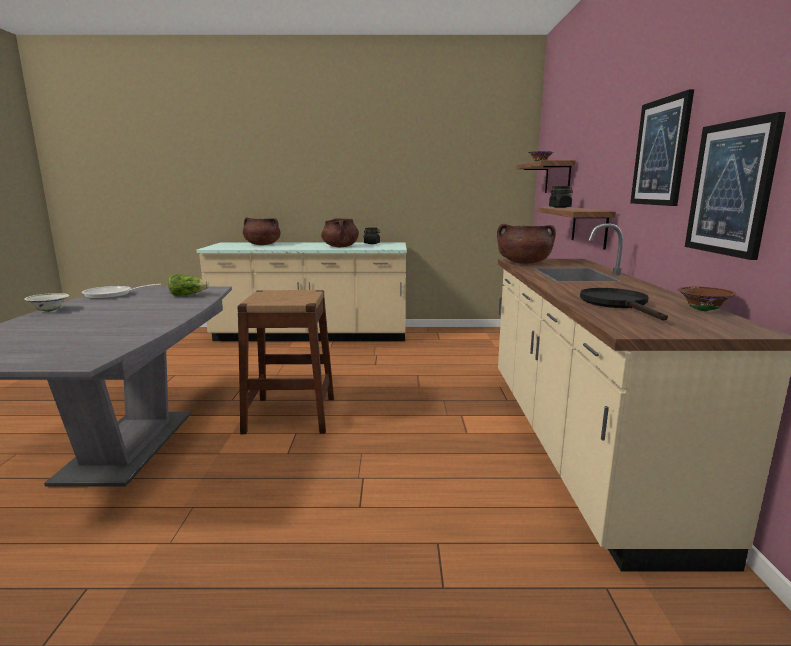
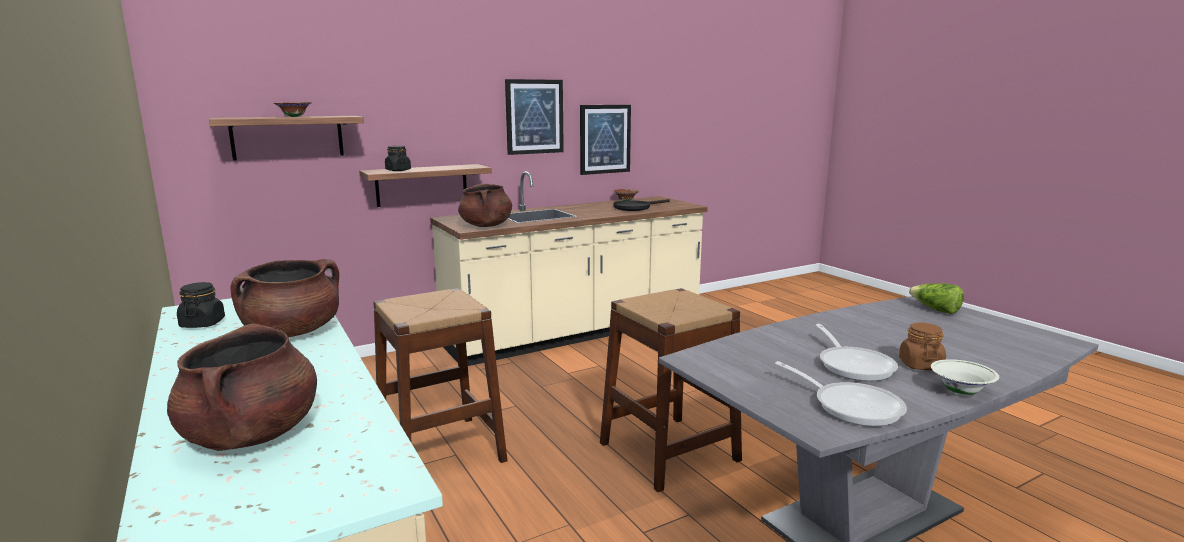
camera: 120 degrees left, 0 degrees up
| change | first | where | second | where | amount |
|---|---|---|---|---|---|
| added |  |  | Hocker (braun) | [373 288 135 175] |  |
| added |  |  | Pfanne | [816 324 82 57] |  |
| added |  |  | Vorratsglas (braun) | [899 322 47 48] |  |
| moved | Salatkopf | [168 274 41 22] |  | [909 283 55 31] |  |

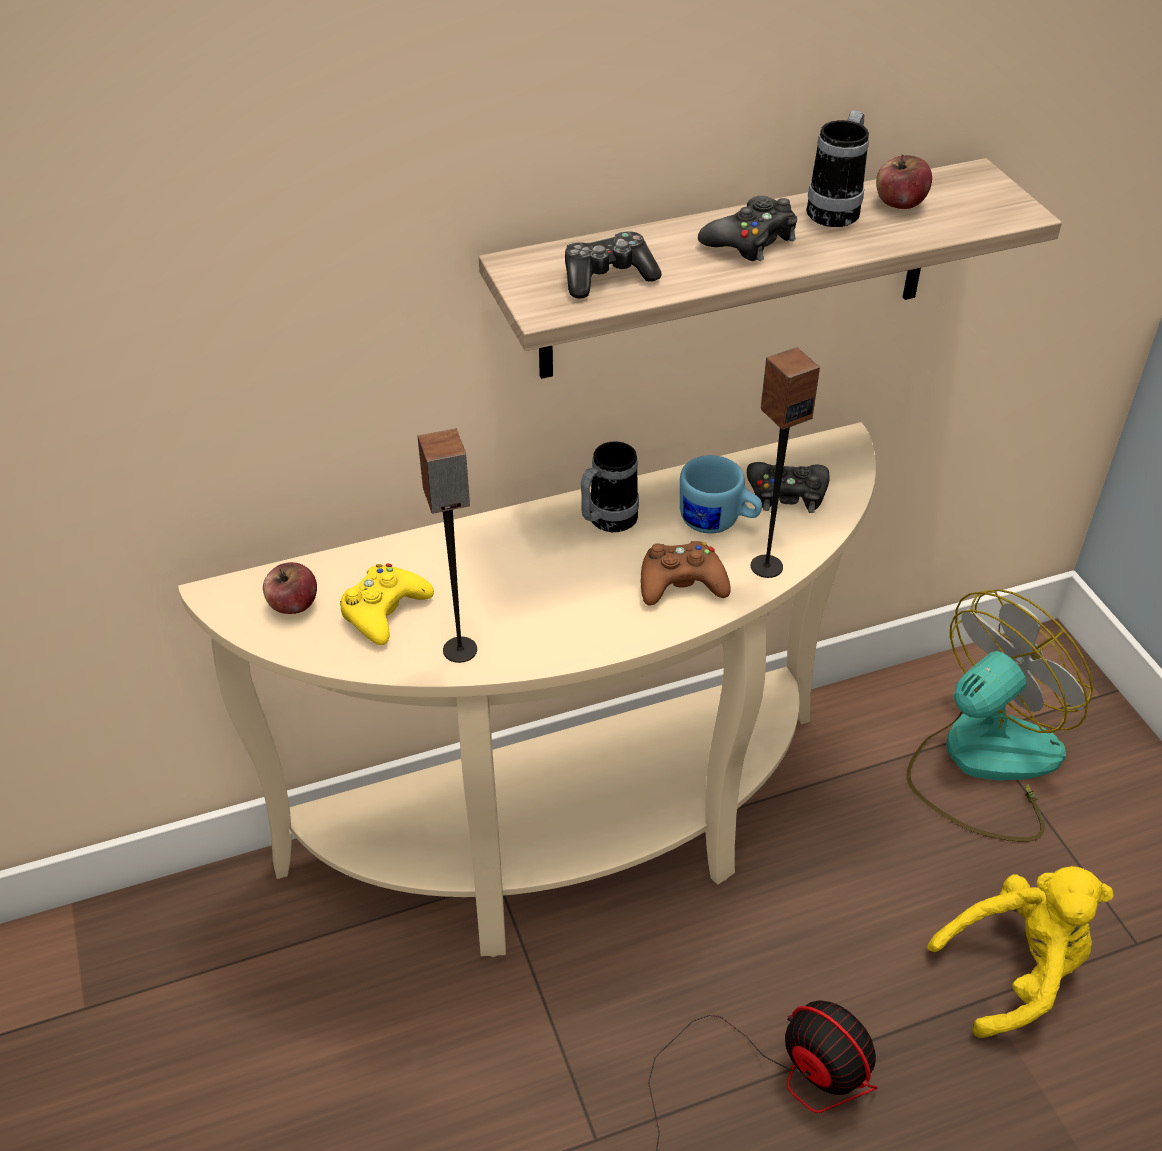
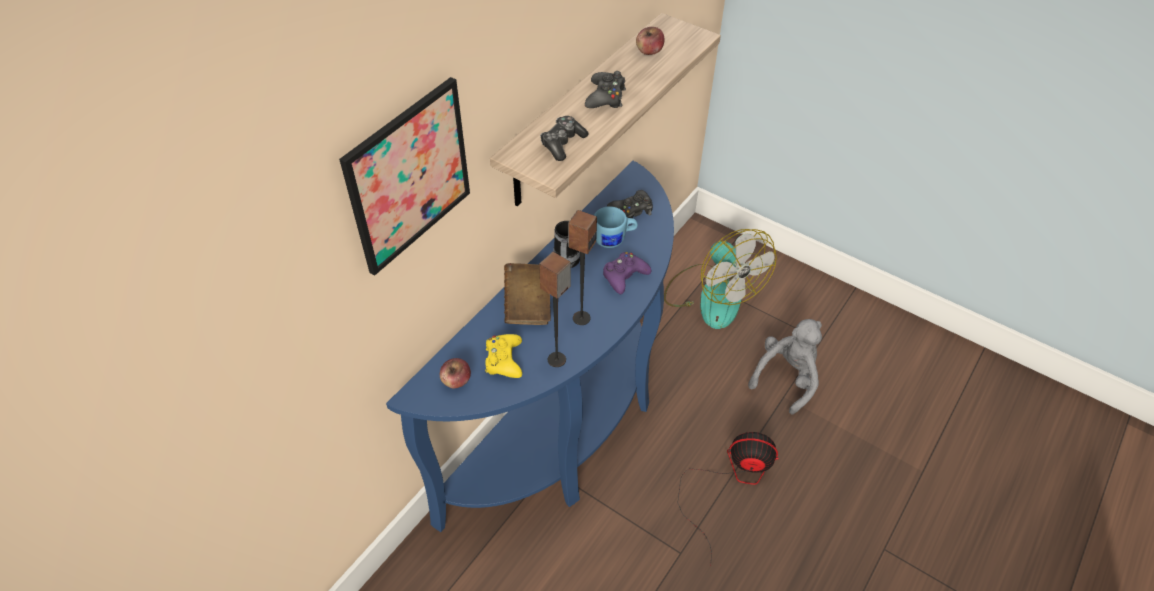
camera: 35 degrees left, 5 degrees up
| change | first | where | second | where | amount |
|---|---|---|---|---|---|
| removed | Henkelbecher | [806 110 63 117] |  |  |  |
| added |  |  | Bild | [339 77 131 199] |  |
| added |  |  | Buch (braun) | [504 263 47 62] |  |
| moved | Lautsprecher | [751 347 69 231] |  | [568 210 29 115] |  |
| recoloured | Konsolentisch (beige) | [178 422 698 535] | Konsolentisch (blau) | [386 161 288 371] |  |
| recoloured | Gamepad (braun) | [641 541 90 65] | Gamepad (lila) | [603 252 48 42] |  |
| recoloured | Plüschtier (gelb) | [927 866 187 172] | Plüschtier (grau) | [748 319 74 95] |  |
| turned | Ventilator | [906 589 187 253] |  | [664 229 113 100] | 135 degrees clockwise |

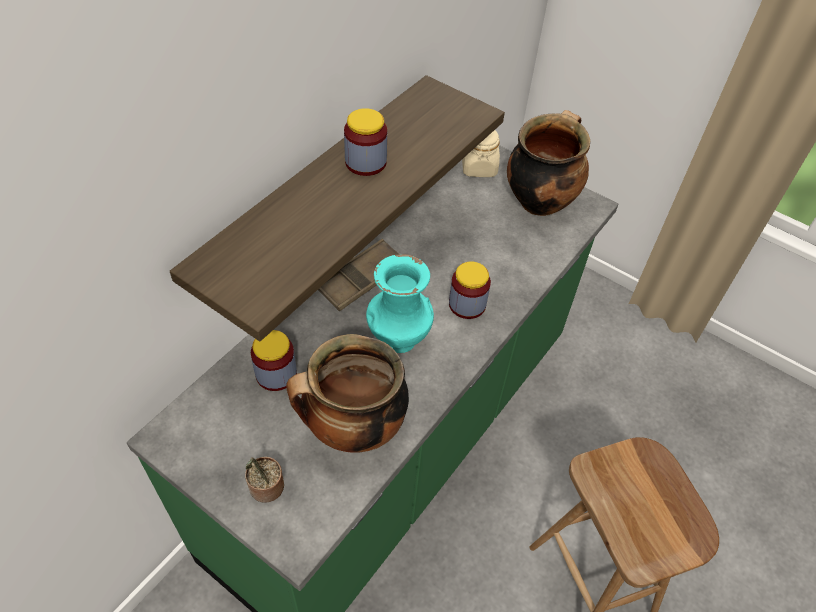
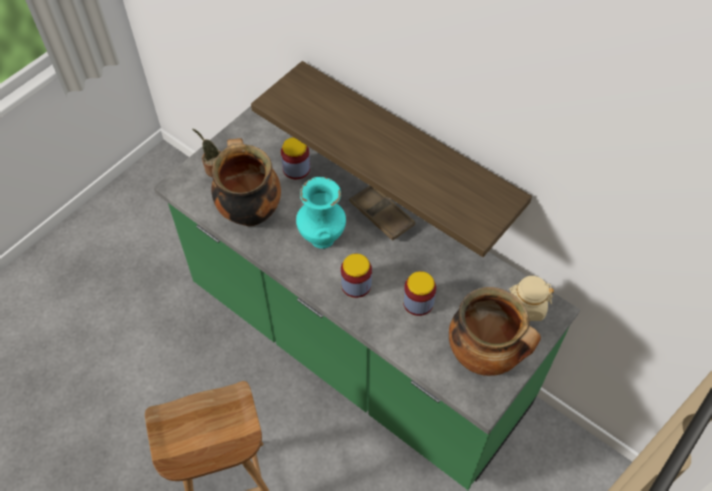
camera: 95 degrees right, 5 degrees up
| change | first | where | second | where | amount |
|---|---|---|---|---|---|
| moved | Vorratsglas | [344 108 43 68] |  | [403 271 33 45] |  |

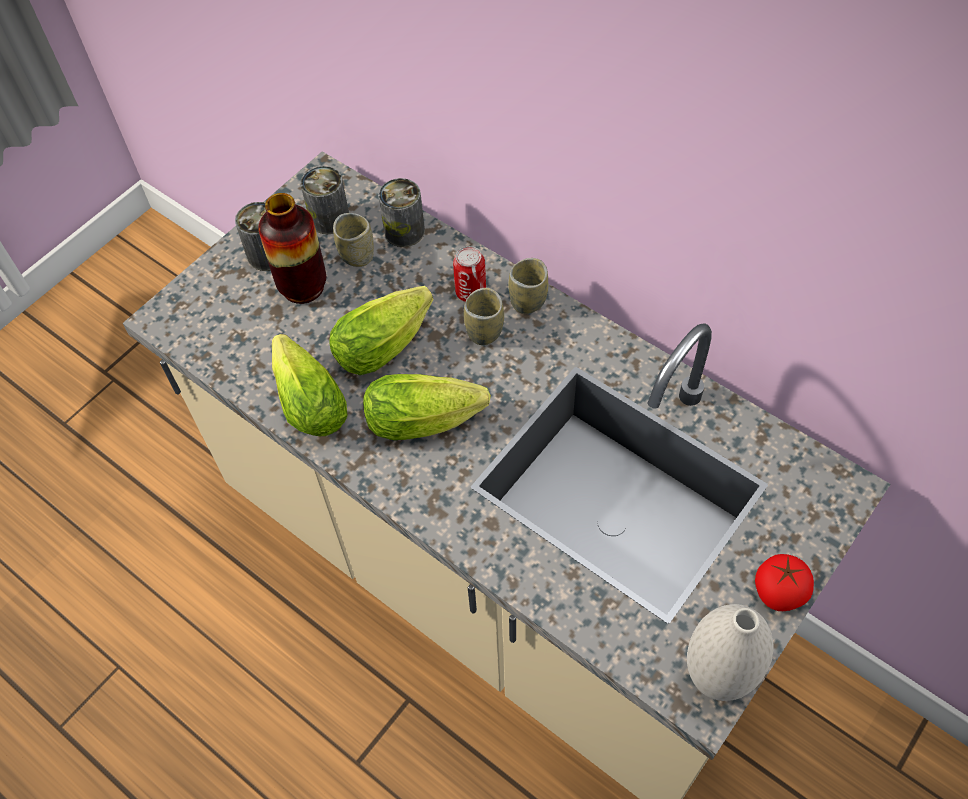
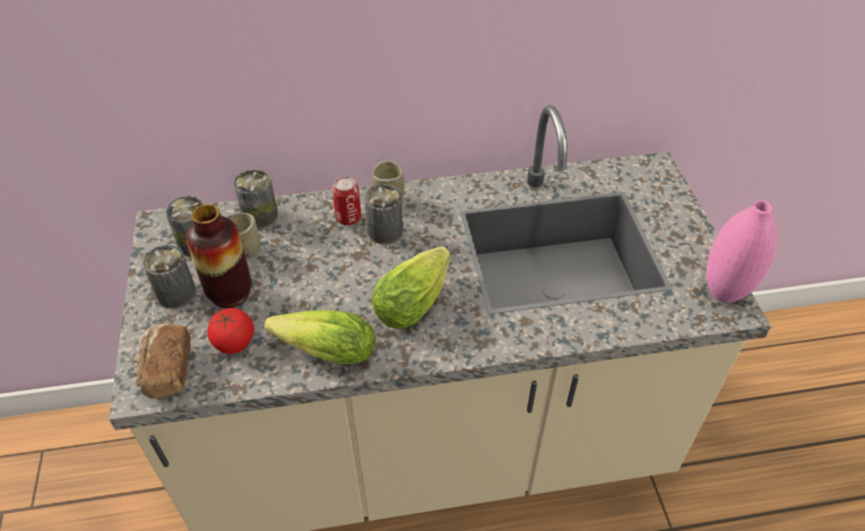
camera: 50 degrees left, 10 degrees down
| change | first | where | second | where | amount |
|---|---|---|---|---|---|
| removed | Salatkopf | [329 286 104 89] |  |  |  |
| added |  |  | Brot | [133 324 58 75] |  |
| moved | Tomate | [755 554 59 57] |  | [207 308 47 46] |  |
| replaced | Tasse | [464 288 40 57] | Dose | [364 184 39 61] |  |
| recoloured | Vase (weiß) | [687 604 86 97] | Vase (rosa) | [706 200 71 103] |  |

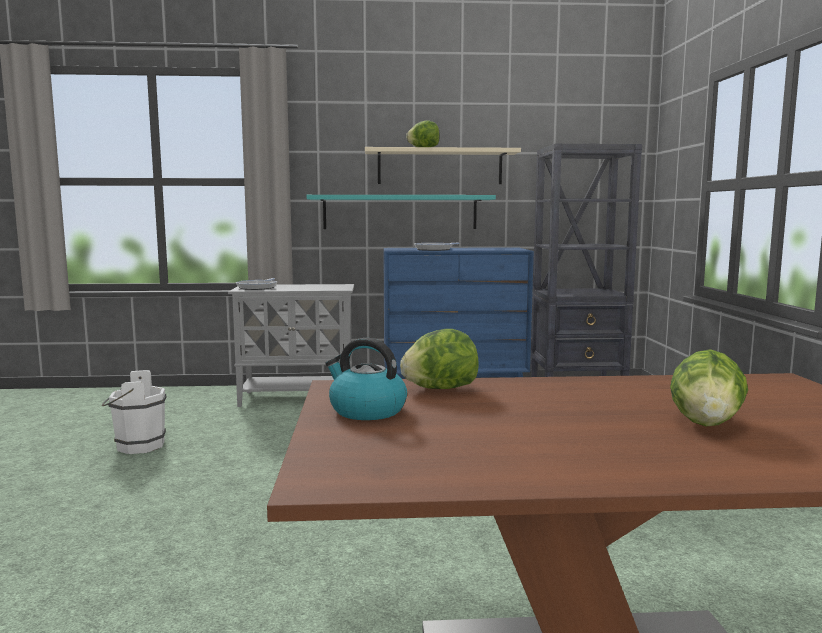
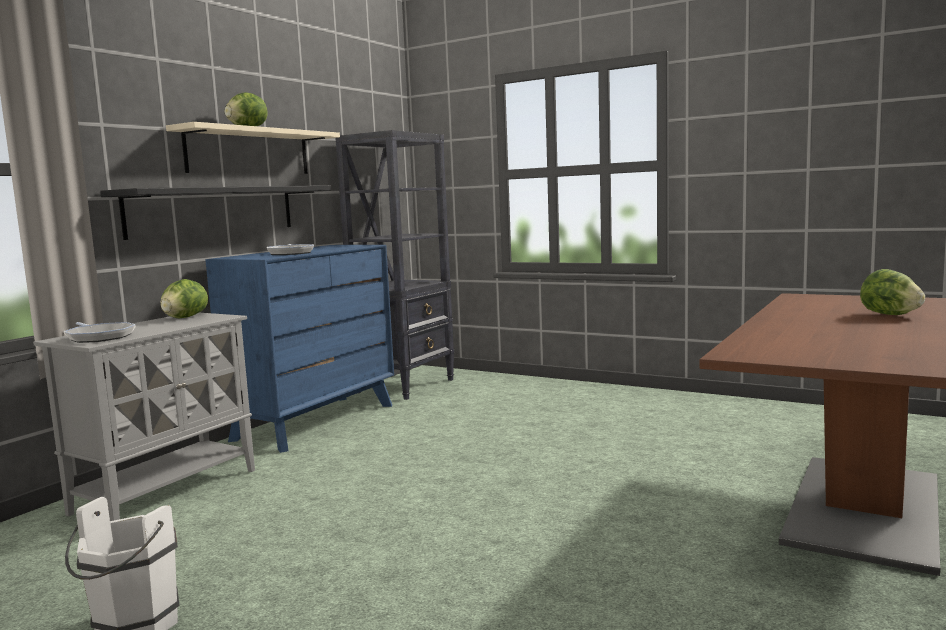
camera: 55 degrees left, 0 degrees up
| change | first | where | second | where | amount |
|---|---|---|---|---|---|
| removed | Wasserkessel | [325 338 82 82] |  |  |  |
| moved | Salatkopf | [400 329 79 60] |  | [160 279 48 39] |  |
| recoloured | Wandregal (türkis) | [307 195 189 34] | Wandregal (schwarz) | [100 185 231 55] |  |

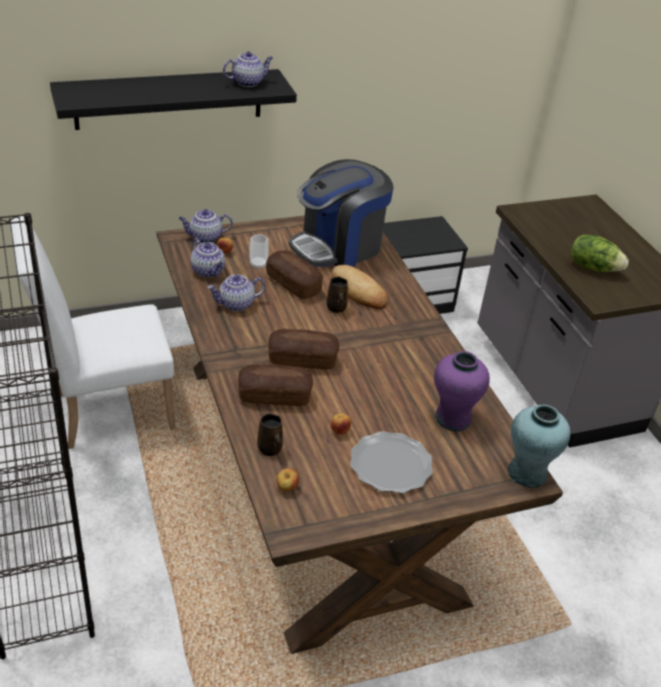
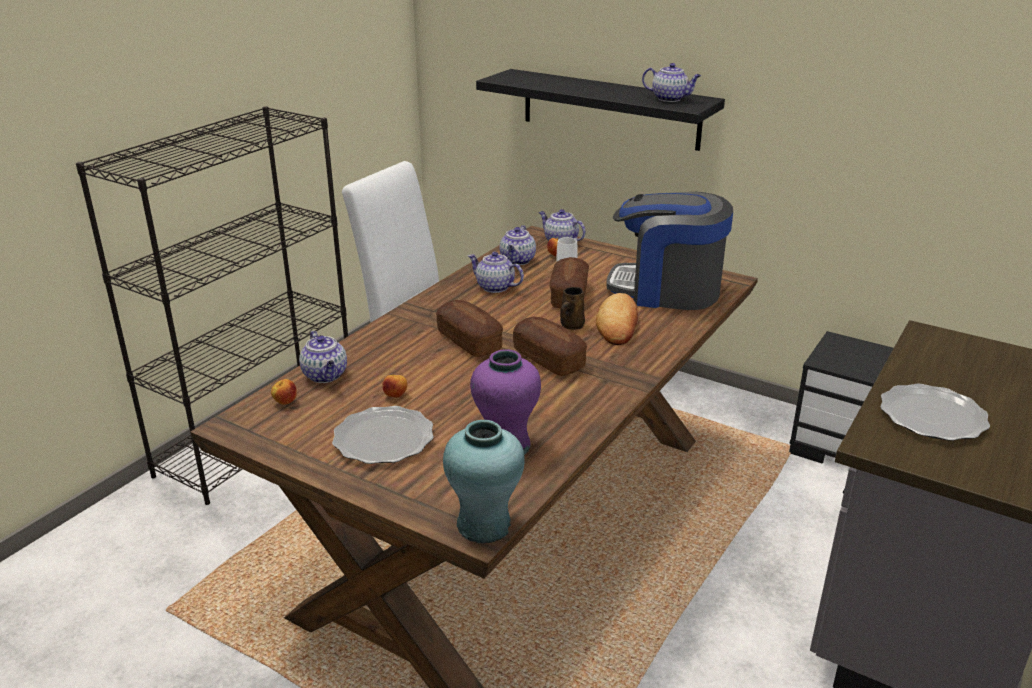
camera: 55 degrees right, 10 degrees down
| change | first | where | second | where | amount |
|---|---|---|---|---|---|
| moved | Brot | [238 365 75 41] |  | [513 317 74 59] |  |
| replaced | Henkelbecher (braun) | [257 413 26 43] | Teekanne | [299 331 48 52] |  |
| replaced | Salatkopf | [571 234 58 38] | Teller | [880 384 110 57] |  |

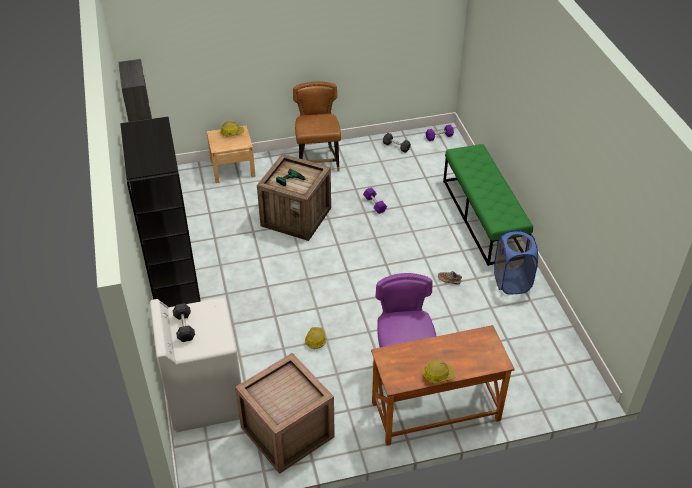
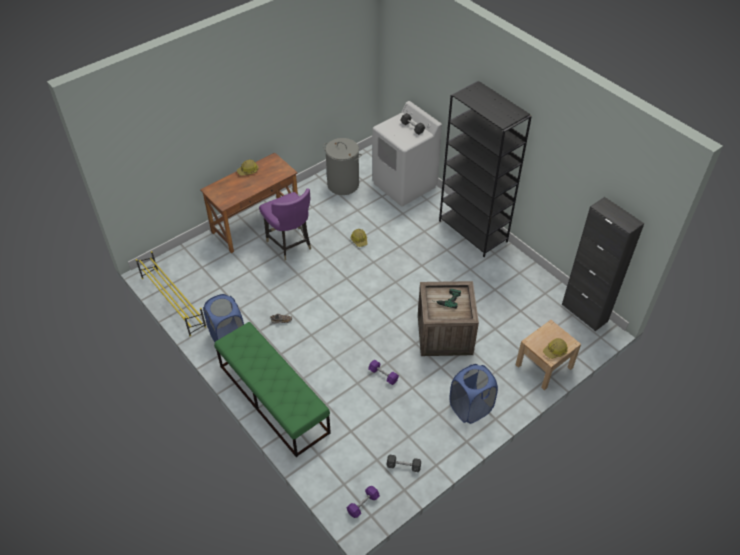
camera: 155 degrees right, 5 degrees up
| change | first | where | second | where | amount |
|---|---|---|---|---|---|
| added |  |  | Schuhregal (gelb) | [136 251 70 85] |  |
| replaced | Kiste | [235 353 100 121] | Wäschekorb (grau) | [323 138 39 57] |  |
| replaced | Stuhl (braun) | [293 81 48 90] | Wäschekorb (blau) | [449 364 49 60] |  |

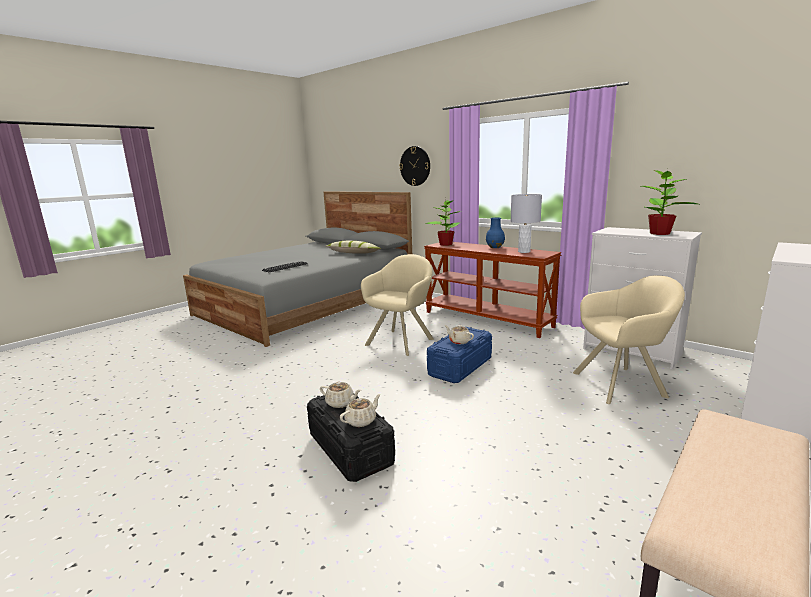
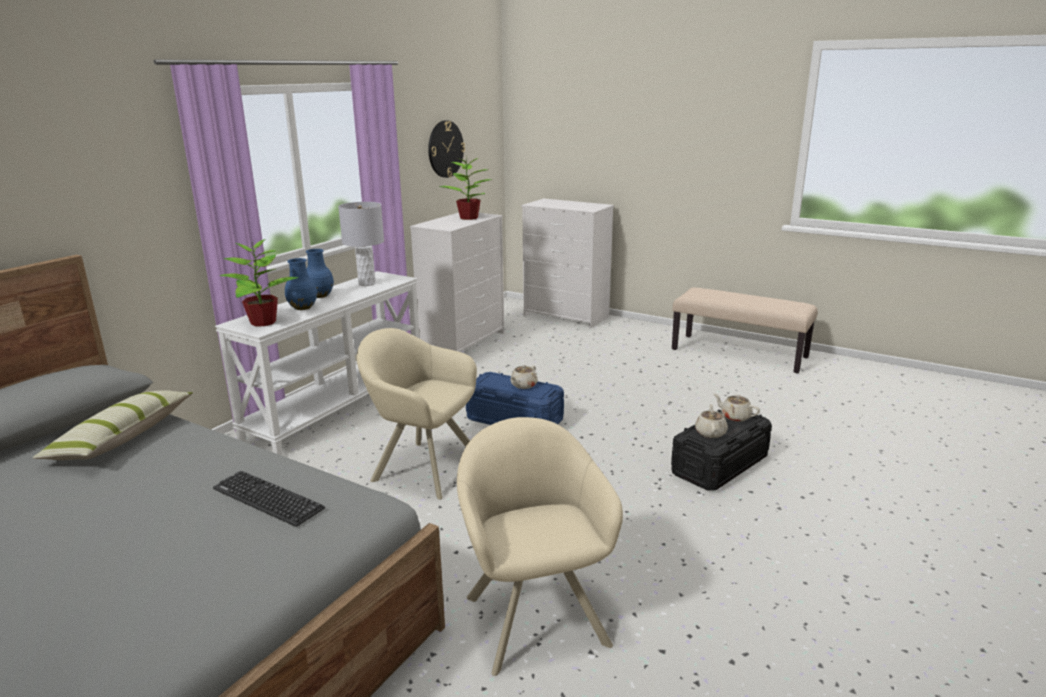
camera: 100 degrees left, 5 degrees up
| change | first | where | second | where | amount |
|---|---|---|---|---|---|
| added |  |  | Vase (blau) | [285 258 32 52] |  |
| moved | Wanduhr | [399 146 31 40] |  | [428 120 37 58] |  |
| moved | Sessel (beige) | [573 276 112 128] |  | [457 417 166 259] |  |
| recoloured | Konsolentisch (braun) | [424 242 138 96] | Konsolentisch (weiß) | [215 271 205 184] |  |

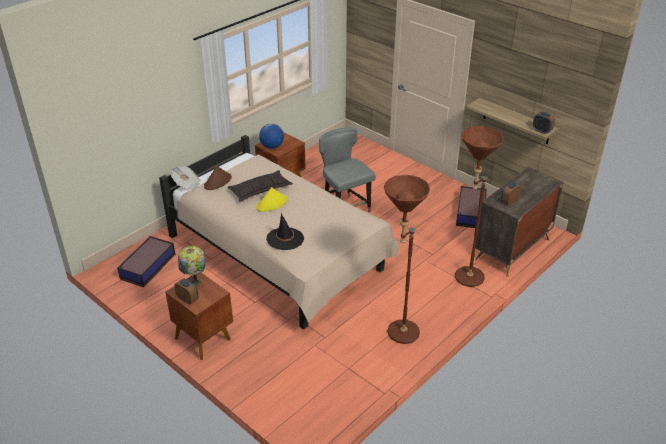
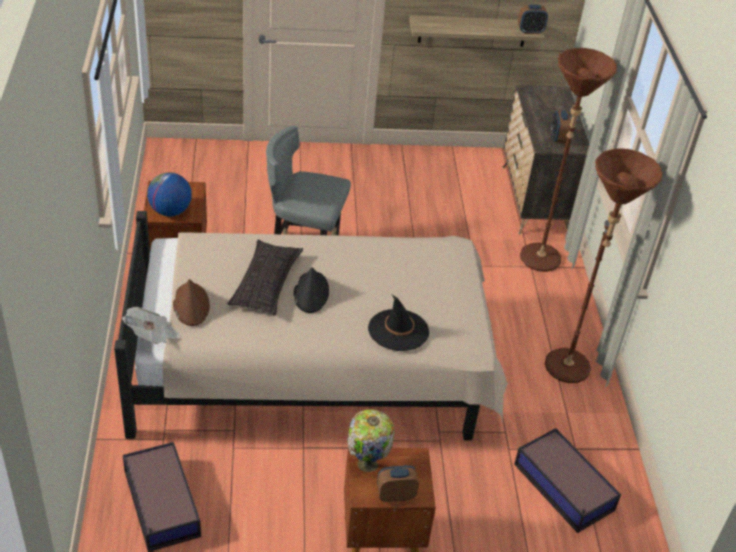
camera: 50 degrees left, 5 degrees up
| change | first | where | second | where | amount |
|---|---|---|---|---|---|
| moved | Aufbewahrungsbox | [456 186 31 42] |  | [514 428 107 105] |  |
| recoloured | Hut (gelb) | [256 187 32 25] | Hut (schwarz) | [294 267 35 46] |  |

